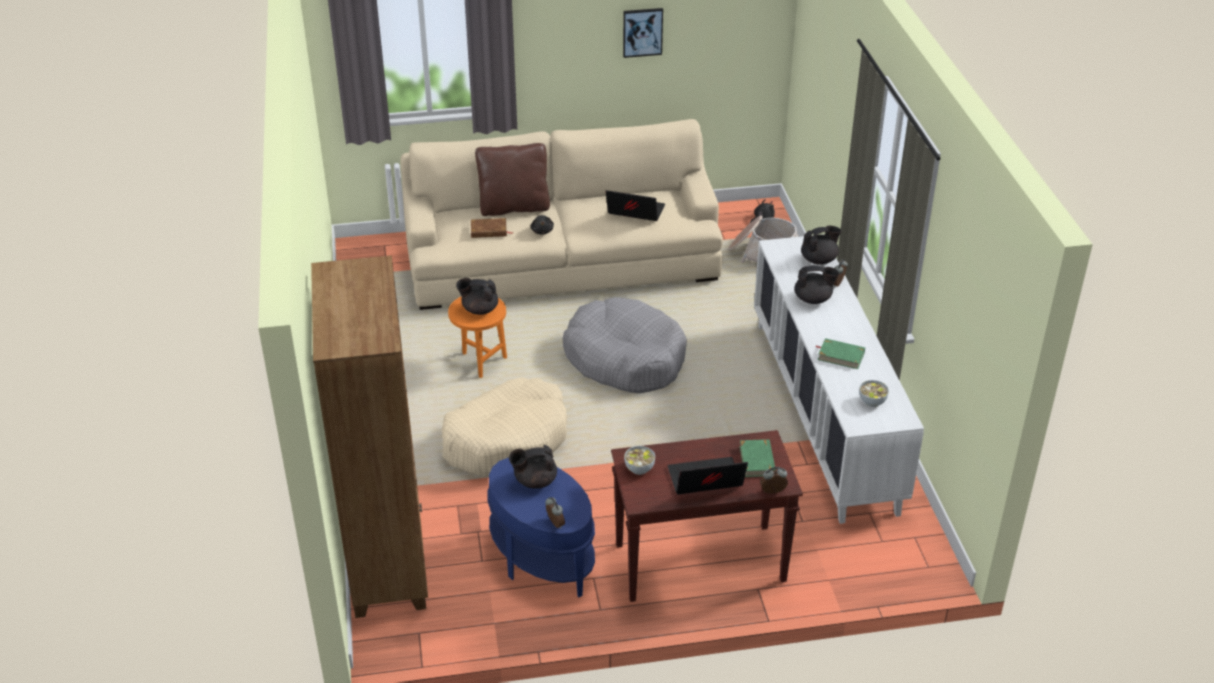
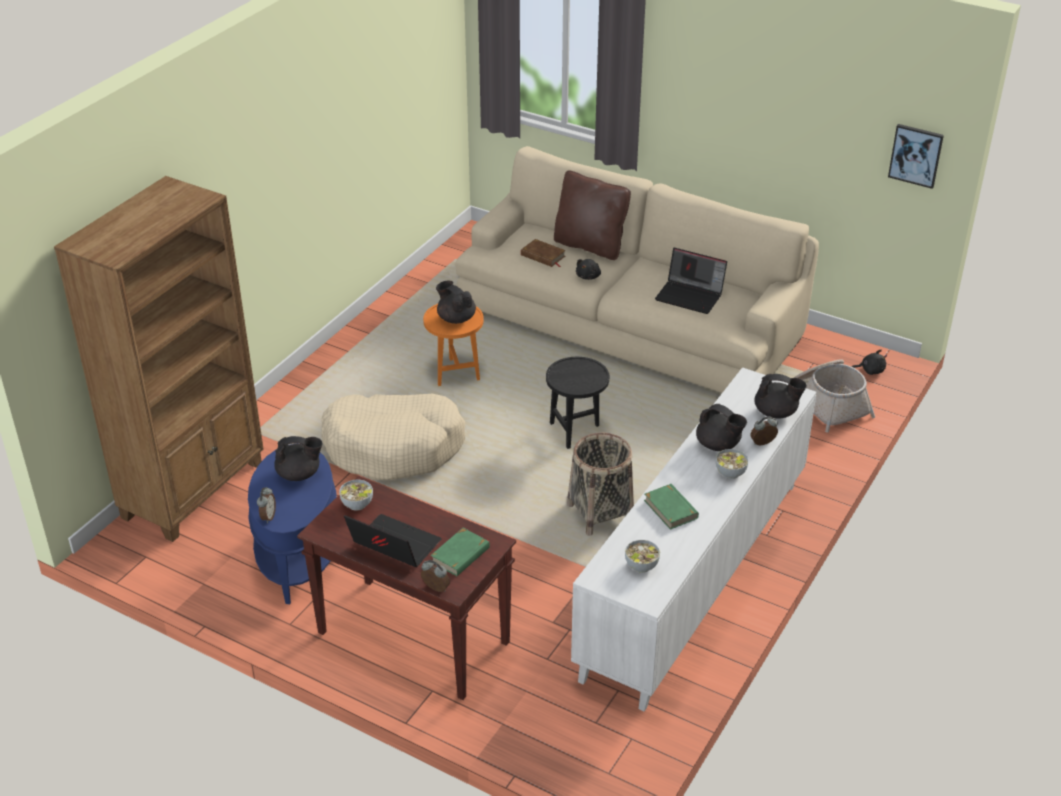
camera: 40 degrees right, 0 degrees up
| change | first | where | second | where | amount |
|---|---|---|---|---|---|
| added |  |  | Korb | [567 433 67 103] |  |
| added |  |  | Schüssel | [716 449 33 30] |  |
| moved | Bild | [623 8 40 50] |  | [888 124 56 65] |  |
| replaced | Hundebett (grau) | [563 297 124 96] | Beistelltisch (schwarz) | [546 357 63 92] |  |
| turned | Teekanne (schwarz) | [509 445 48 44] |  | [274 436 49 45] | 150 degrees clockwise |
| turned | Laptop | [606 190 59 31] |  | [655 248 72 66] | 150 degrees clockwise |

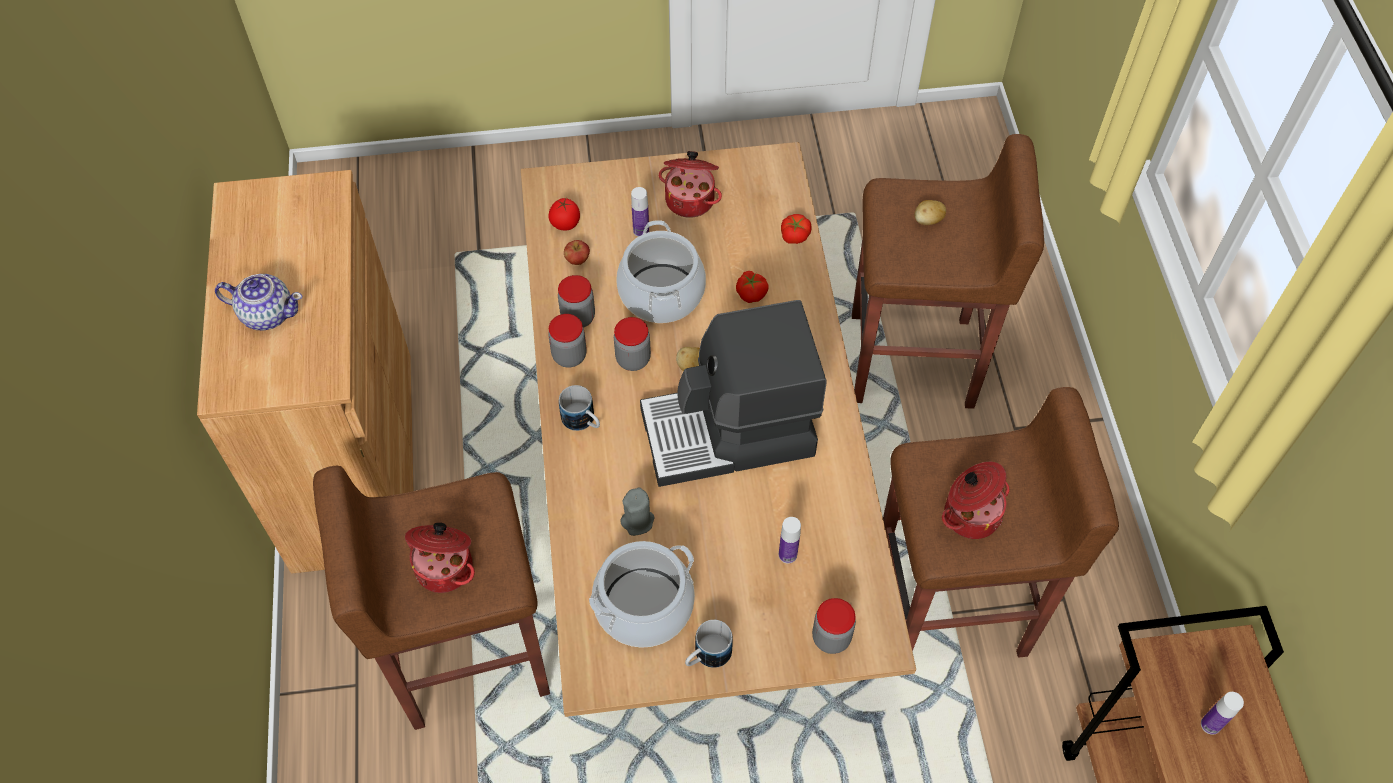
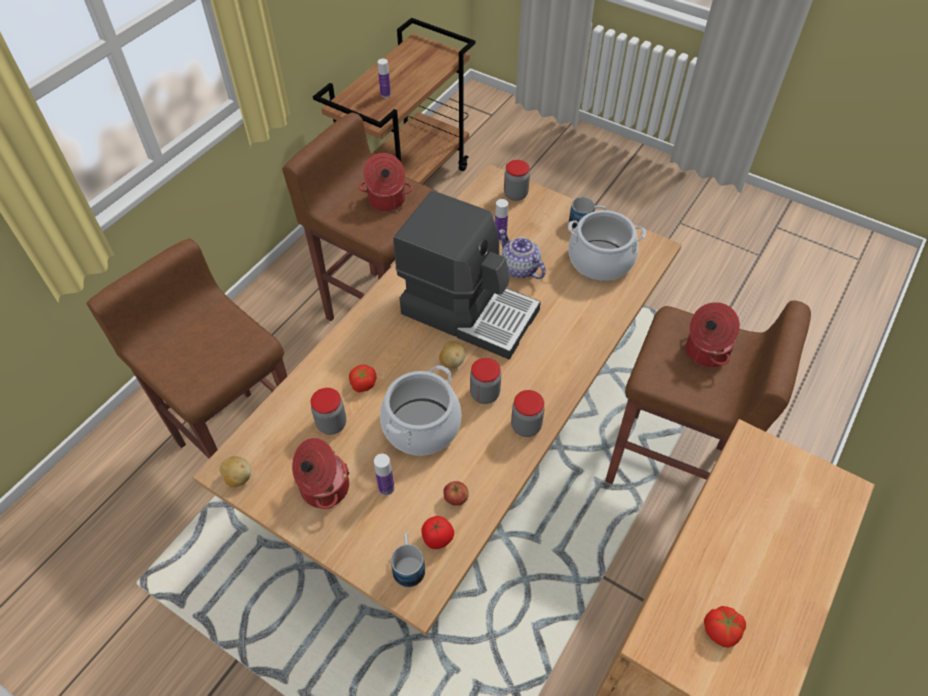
camera: 140 degrees left, 5 degrees down
| change | first | where | second | where | amount |
|---|---|---|---|---|---|
| removed | Kerze (grau) | [620 487 34 49] |  |  |  |
| moved | Teekanne | [215 274 87 57] |  | [499 229 47 50] |  |
| moved | Vorratsglas | [558 275 37 53] |  | [311 388 35 47] |  |
| moved | Henkelbecher | [559 385 41 46] |  | [391 532 34 55] |  |
| moved | Tomate | [781 214 31 30] |  | [704 606 42 42] |  |
| moved | Kartoffel | [914 200 32 25] |  | [220 456 31 31] |  |

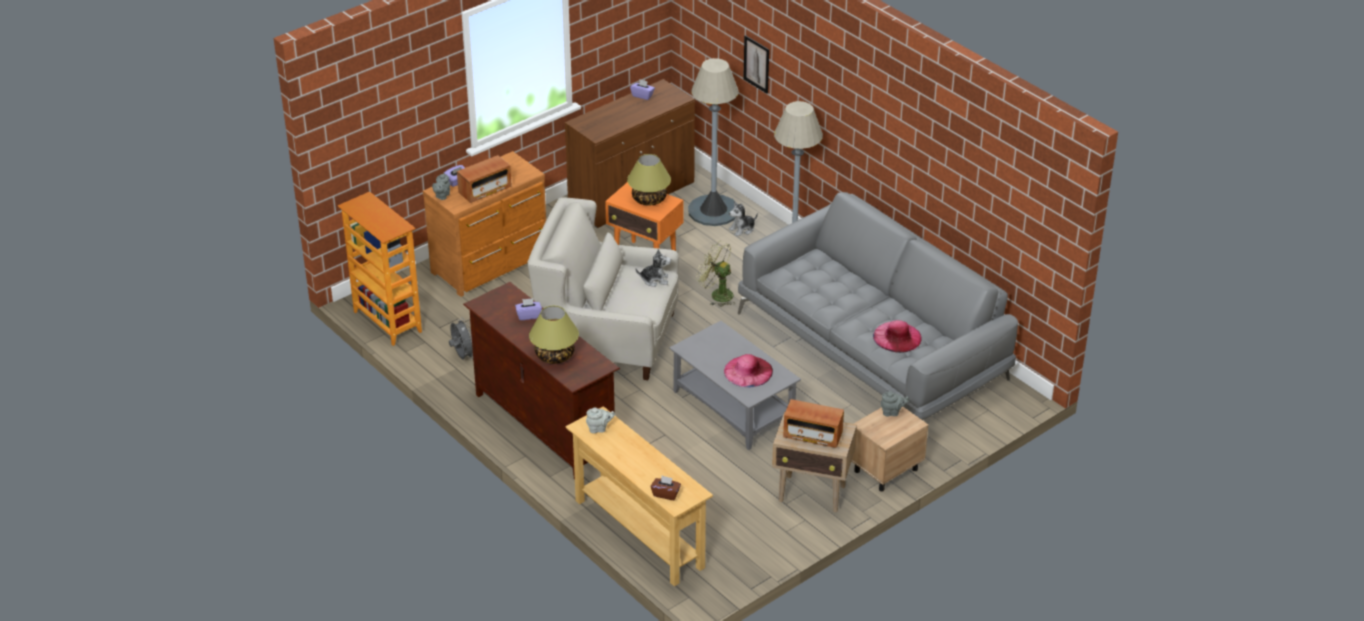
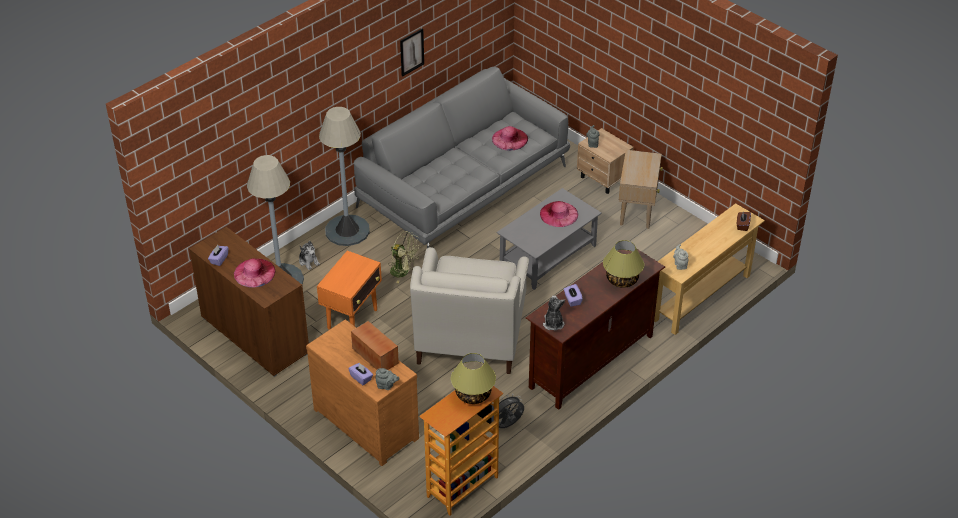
camera: 95 degrees left, 5 degrees up
| change | first | where | second | where | amount |
|---|---|---|---|---|---|
| removed | Radio | [783 399 61 49] |  |  |  |
| added |  |  | Hut (rosa) | [234 258 41 30] |  |
| moved | Tischlampe | [627 154 44 52] |  | [451 353 45 51] |  |
| moved | Plüschtier | [635 249 36 38] |  | [543 296 22 35] |  |
| moved | Bild | [743 35 26 59] |  | [400 28 24 49] |  |
| turned | Ventilator (grün) | [696 241 39 66] |  | [388 231 32 52] | 90 degrees counterclockwise |

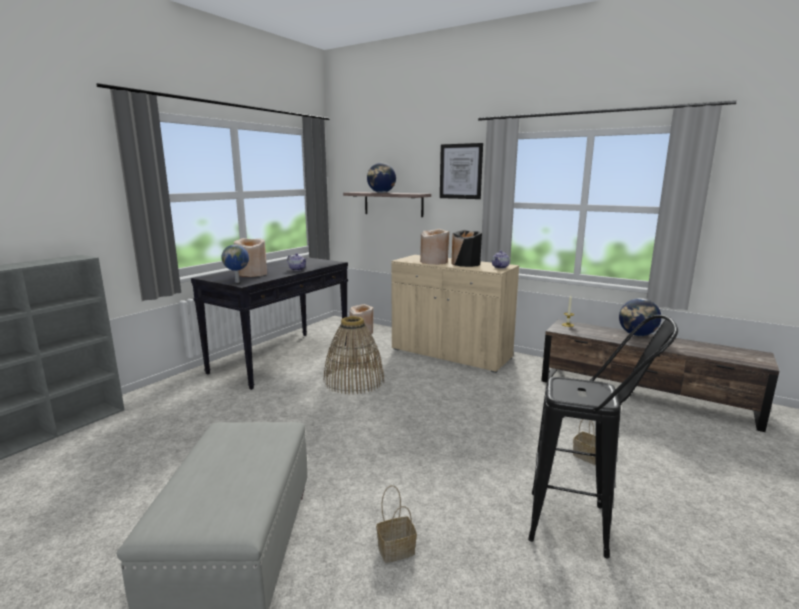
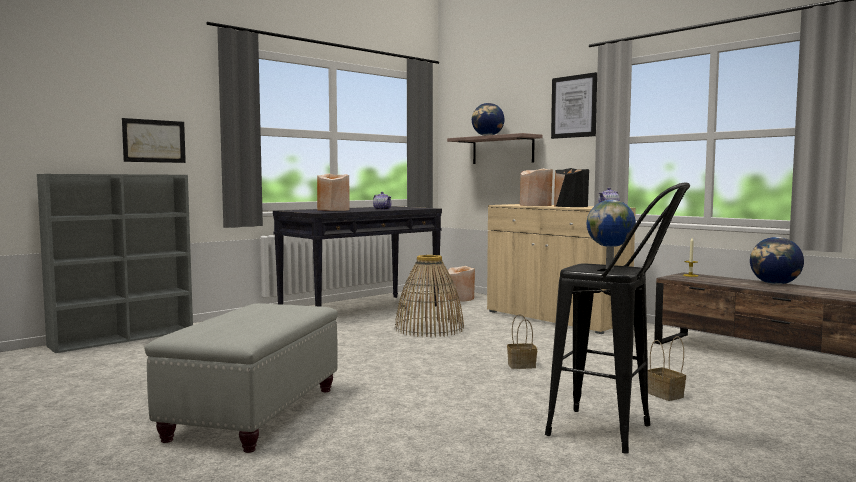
camera: 15 degrees right, 10 degrees down
| change | first | where | second | where | amount |
|---|---|---|---|---|---|
| added |  |  | Bild | [122 118 64 45] |  |
| moved | Globus | [221 245 28 38] |  | [587 200 49 69] |  |
| moved | Korb | [376 485 41 78] |  | [507 314 30 55] |  |

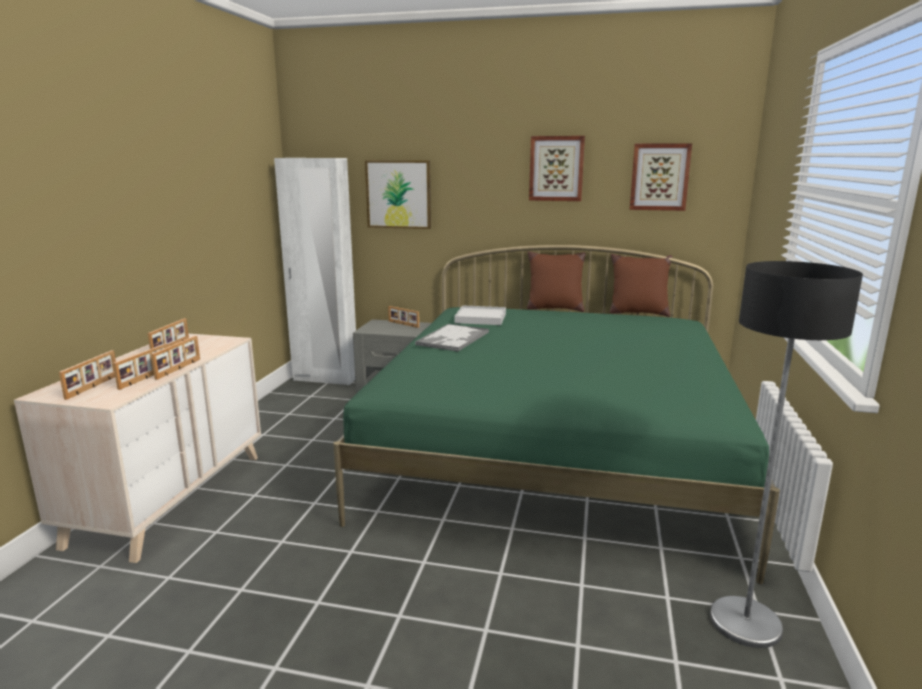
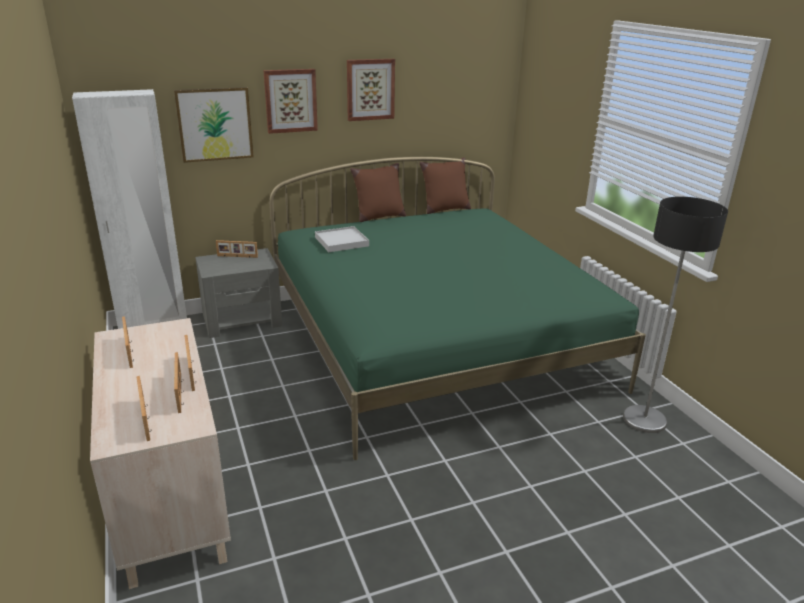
camera: 35 degrees left, 10 degrees up
| change | first | where | second | where | amount |
|---|---|---|---|---|---|
| removed | Tablett | [415 324 74 28] |  |  |  |
| moved | Bild | [630 143 62 68] |  | [264 69 54 65] |  |

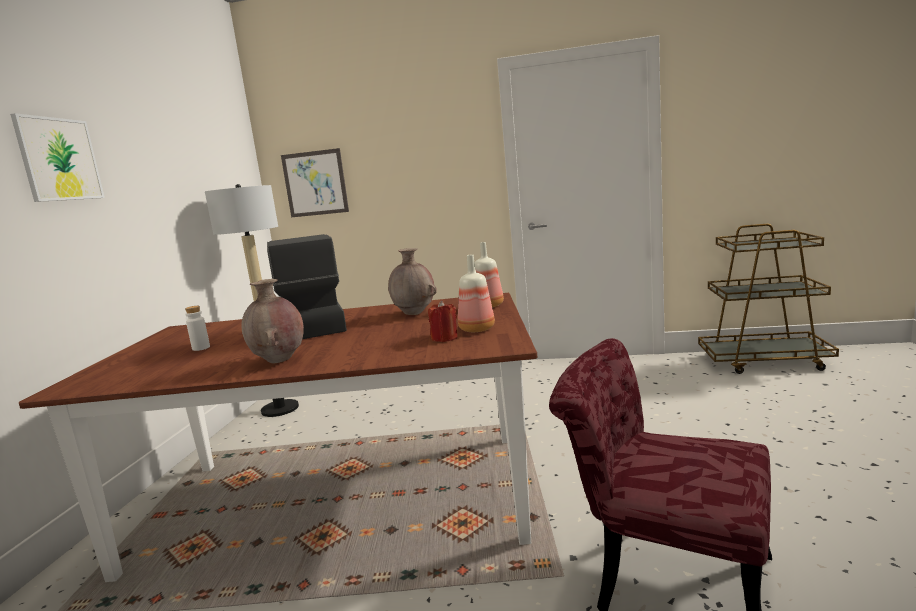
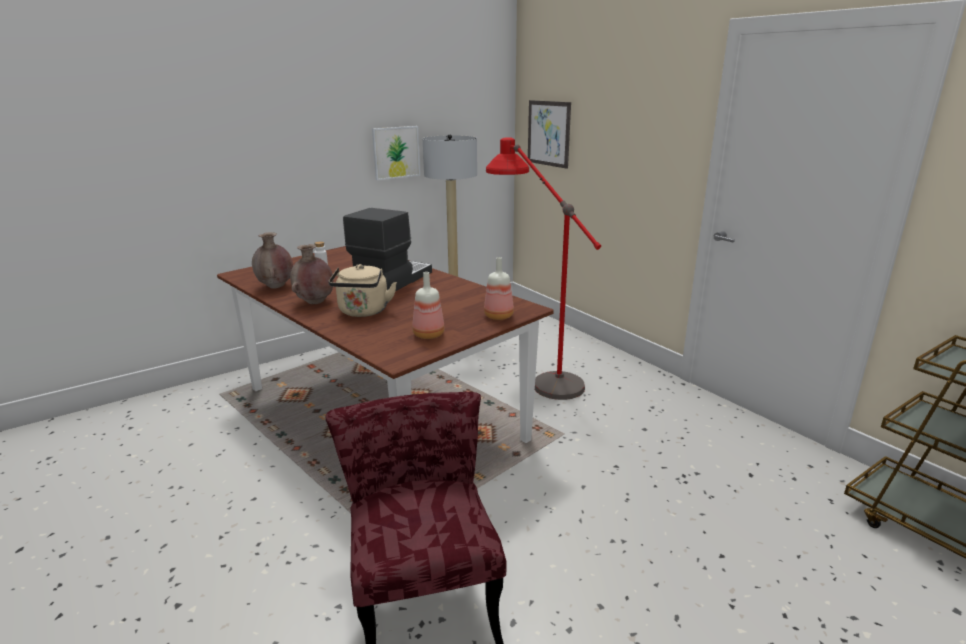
camera: 45 degrees right, 10 degrees up
| change | first | where | second | where | amount |
|---|---|---|---|---|---|
| removed | Kerze (rot) | [428 300 30 42] |  |  |  |
| added |  |  | Wasserkessel (beige) | [329 264 68 53] |  |
| added |  |  | Stehlampe (rot) | [486 137 115 263] |  |
| moved | Bild | [10 113 95 89] |  | [372 126 48 54] |  |
| moved | Vase (braun) | [388 248 49 67] |  | [252 232 41 57] |  |

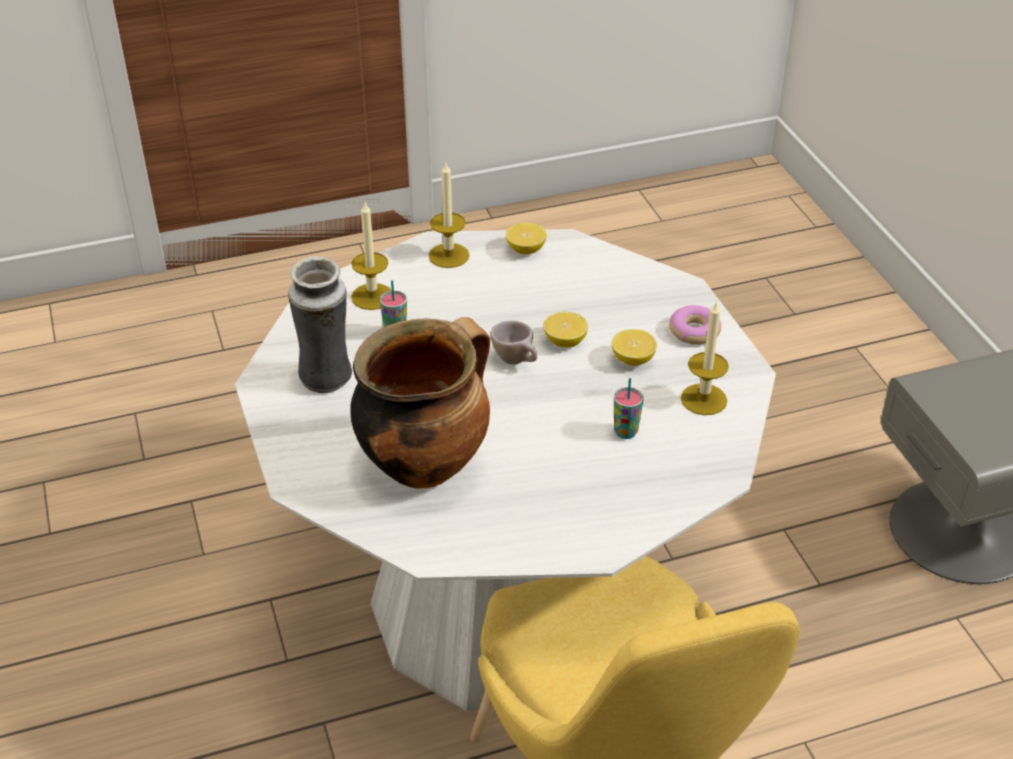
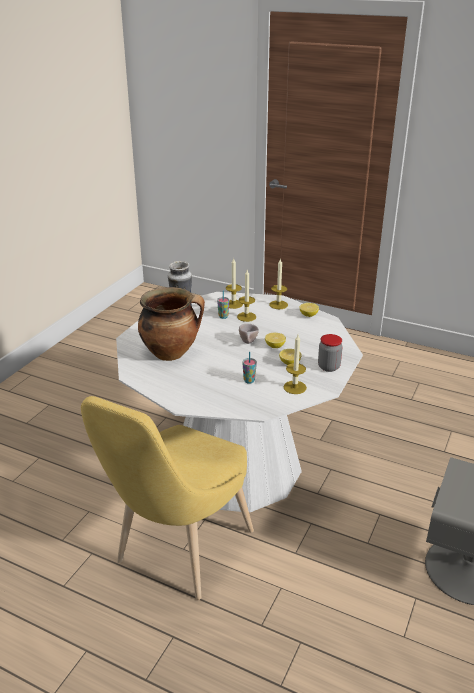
camera: 45 degrees right, 10 degrees down
| change | first | where | second | where | amount |
|---|---|---|---|---|---|
| added |  |  | Kerze | [237 270 19 52] |  |
| replaced | Donut | [669 305 52 40] | Vorratsglas | [318 334 25 38] |  |

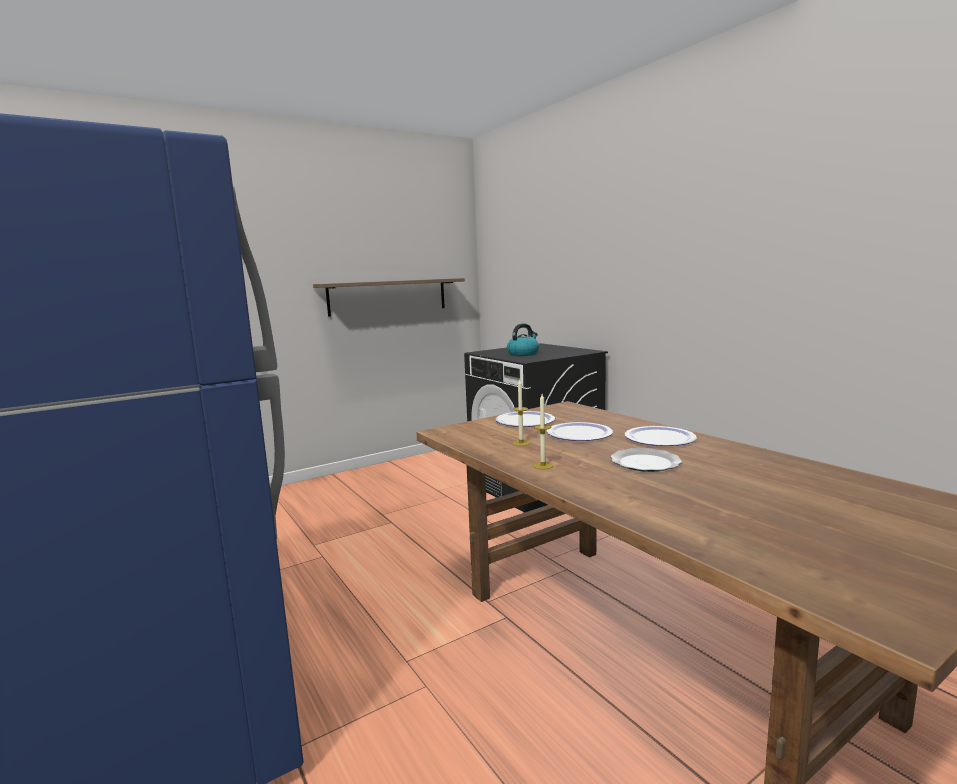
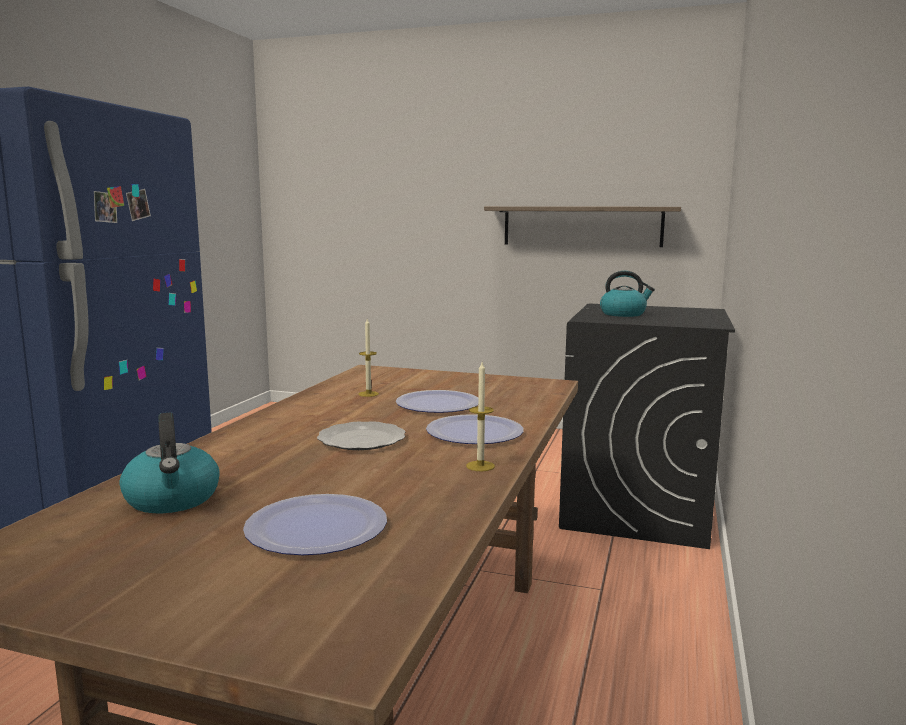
camera: 50 degrees right, 0 degrees up
| change | first | where | second | where | amount |
|---|---|---|---|---|---|
| added |  |  | Wasserkessel | [120 412 100 101] |  |
| moved | Teller | [496 411 59 16] |  | [243 494 144 61] |  |
| moved | Kerze | [533 394 20 76] |  | [466 362 29 109] |  |

